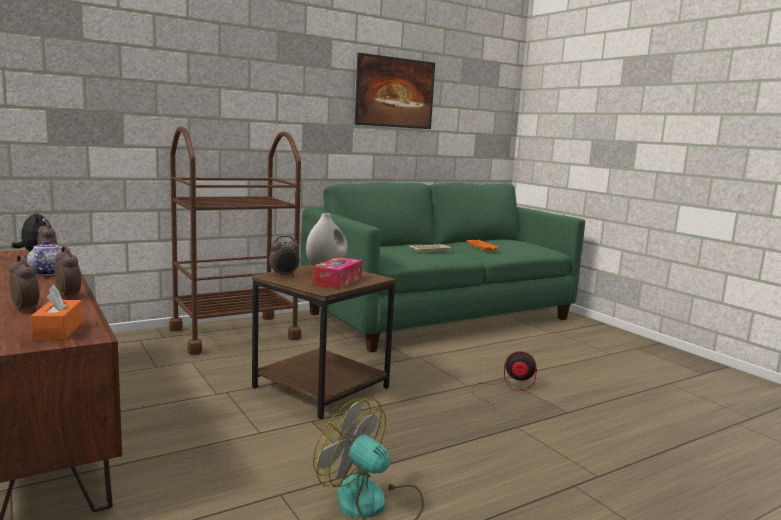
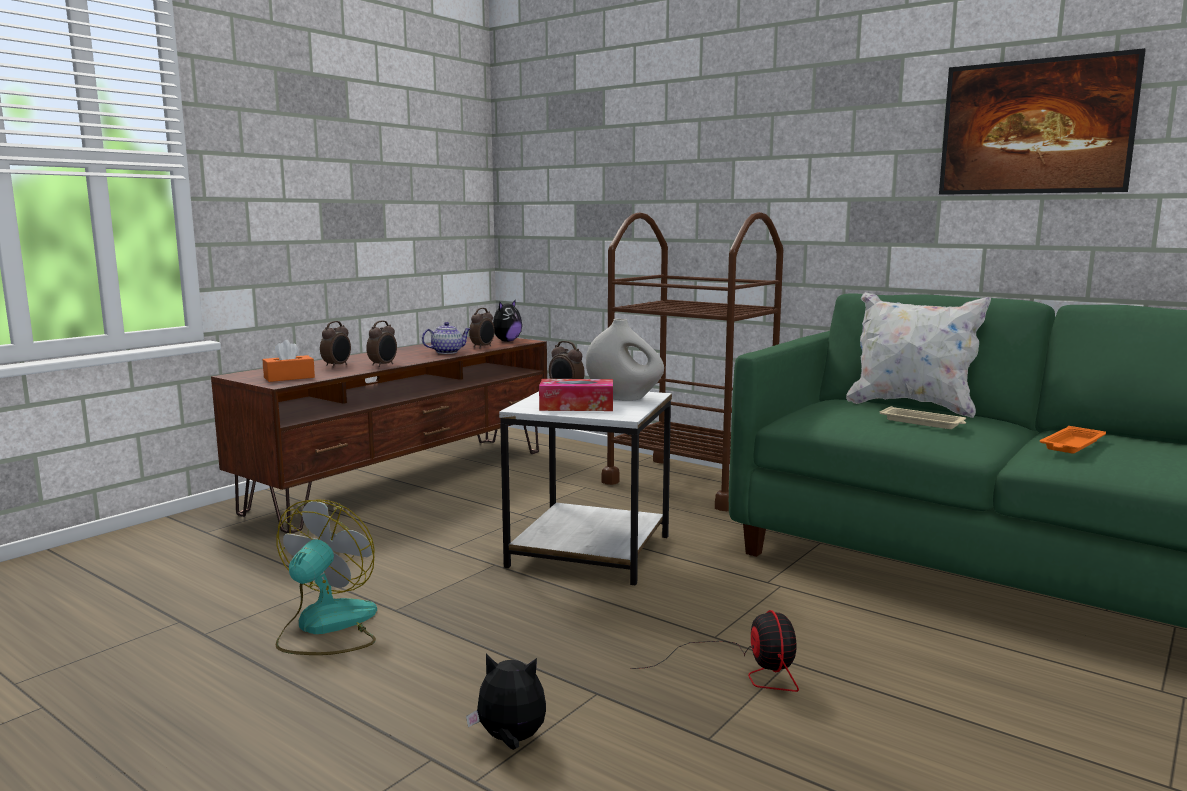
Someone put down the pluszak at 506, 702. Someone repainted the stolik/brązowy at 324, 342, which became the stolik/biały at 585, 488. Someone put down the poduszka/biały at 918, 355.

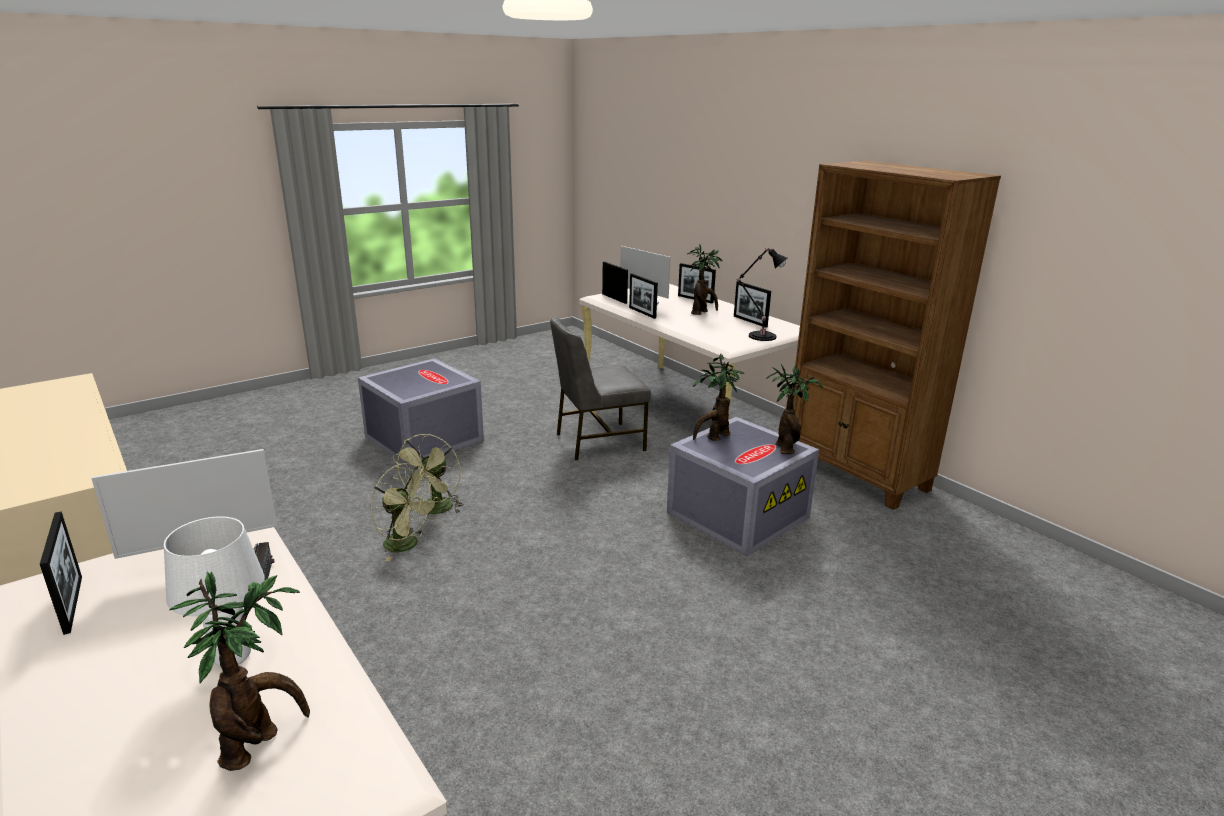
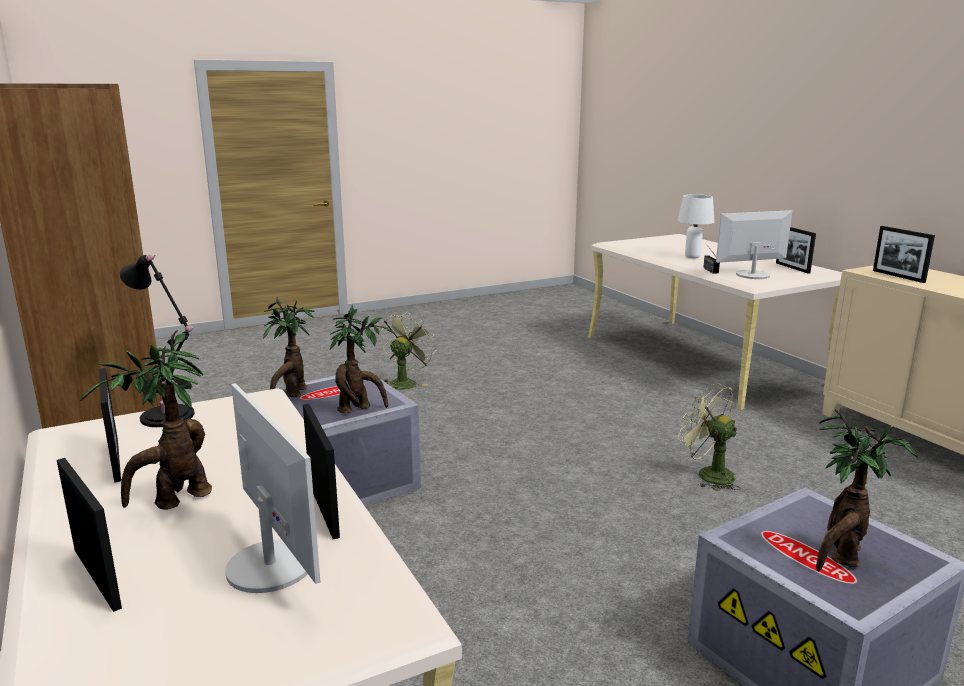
Someone carried the wentylator/zielony from 428, 474 to 408, 351. Someone carried the roślina doniczkowa from 239, 671 to 866, 490. Someone carried the ramka na zdjęcie from 615, 283 to 904, 254. Someone took away the krzesło/szary at 600, 389.

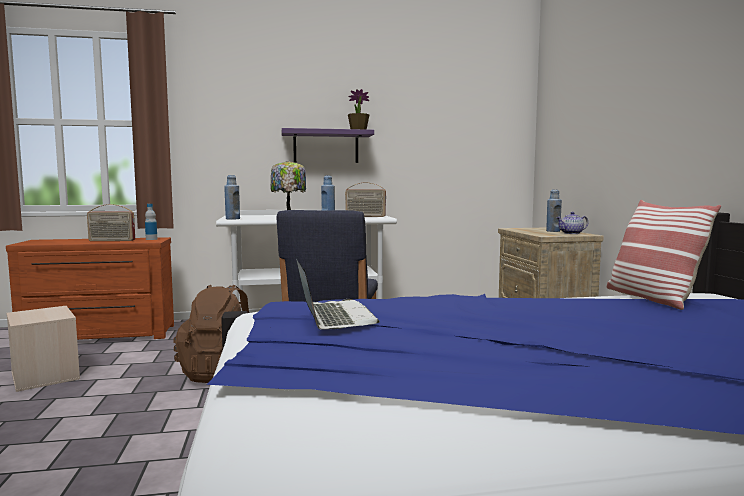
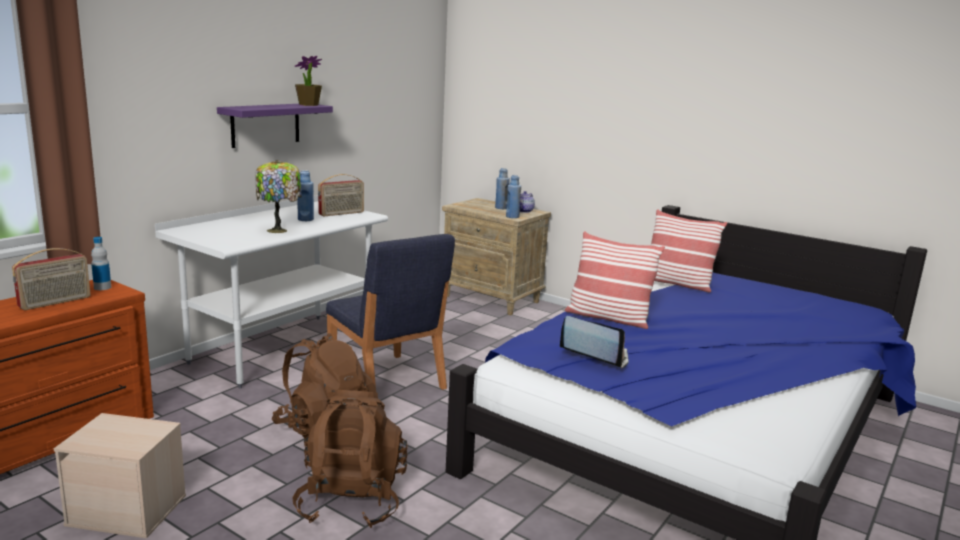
Someone put down the plecak/brązowy at 350, 459. Someone carried the butelka/niebieski from 232, 197 to 513, 196. Someone put down the poduszka at 615, 280.

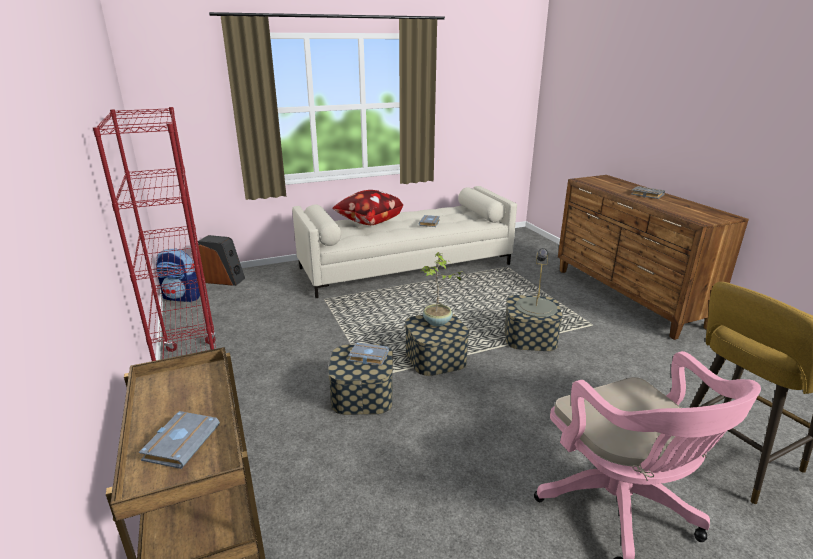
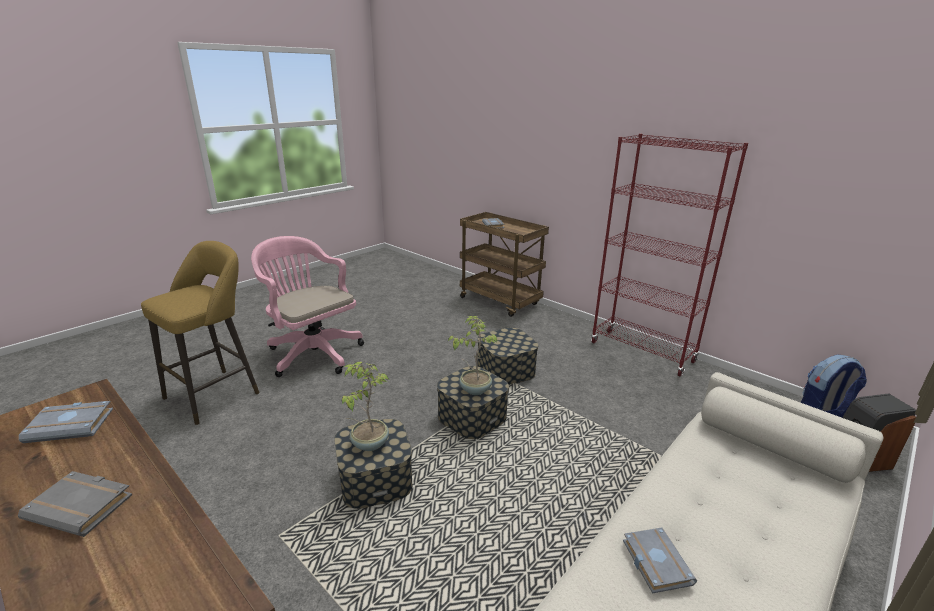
Someone carried the książka/szary from 368, 354 to 66, 422. Someone swapped the lampa stołowa/szary at 537, 282 for the roślina doniczkowa at 365, 406. Someone took away the poduszka at 367, 207.

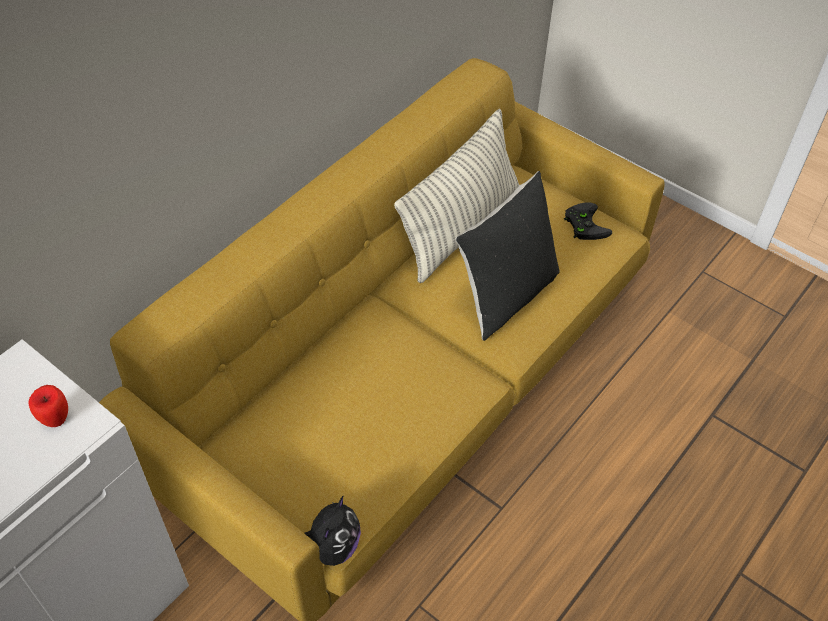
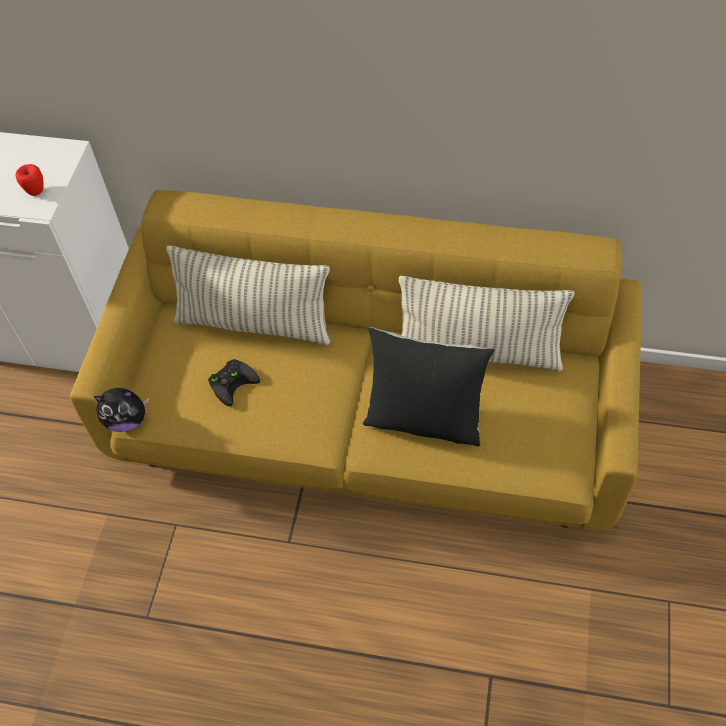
Someone put down the poduszka at 248, 295. Someone carried the pad do gier/czarny from 588, 221 to 234, 382.

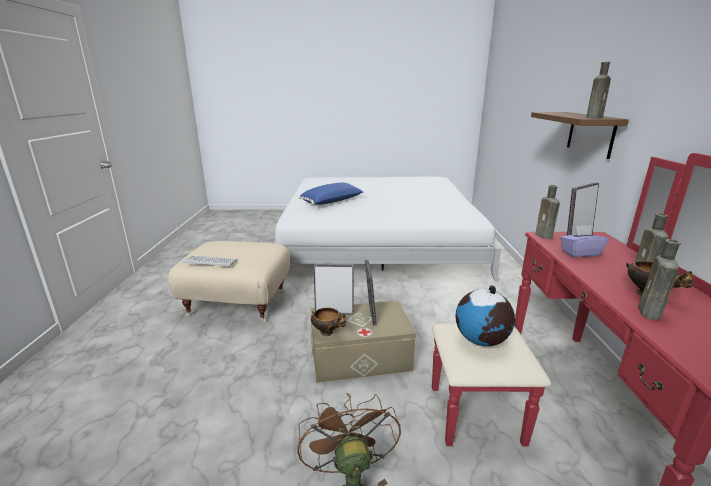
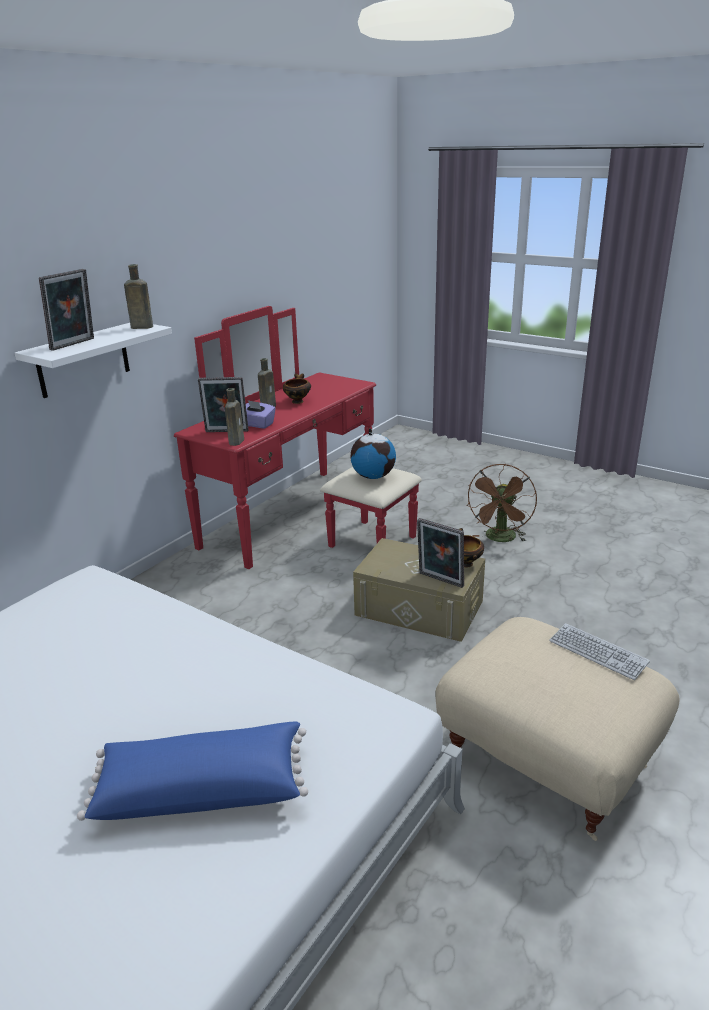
Someone repainted the półka/brązowy at 580, 135, which became the półka/biały at 93, 360. Someone carried the ramka na zdjęcie from 371, 292 to 66, 310. Someone took away the butelka/brązowy at 659, 279.

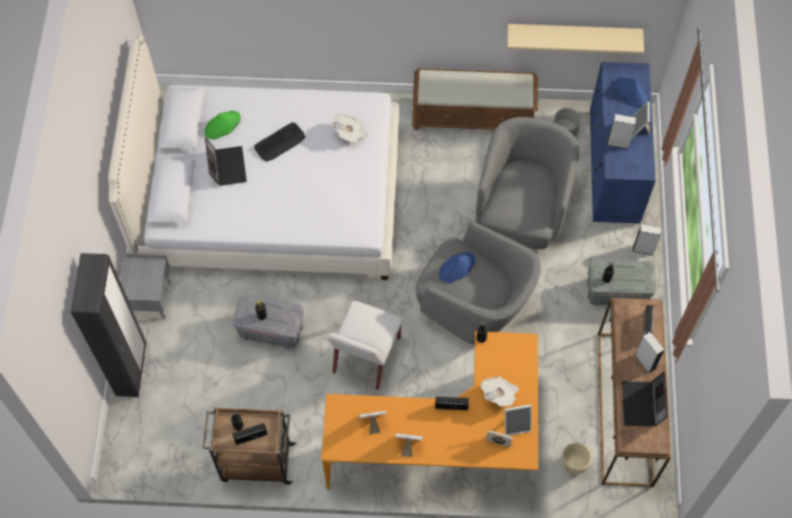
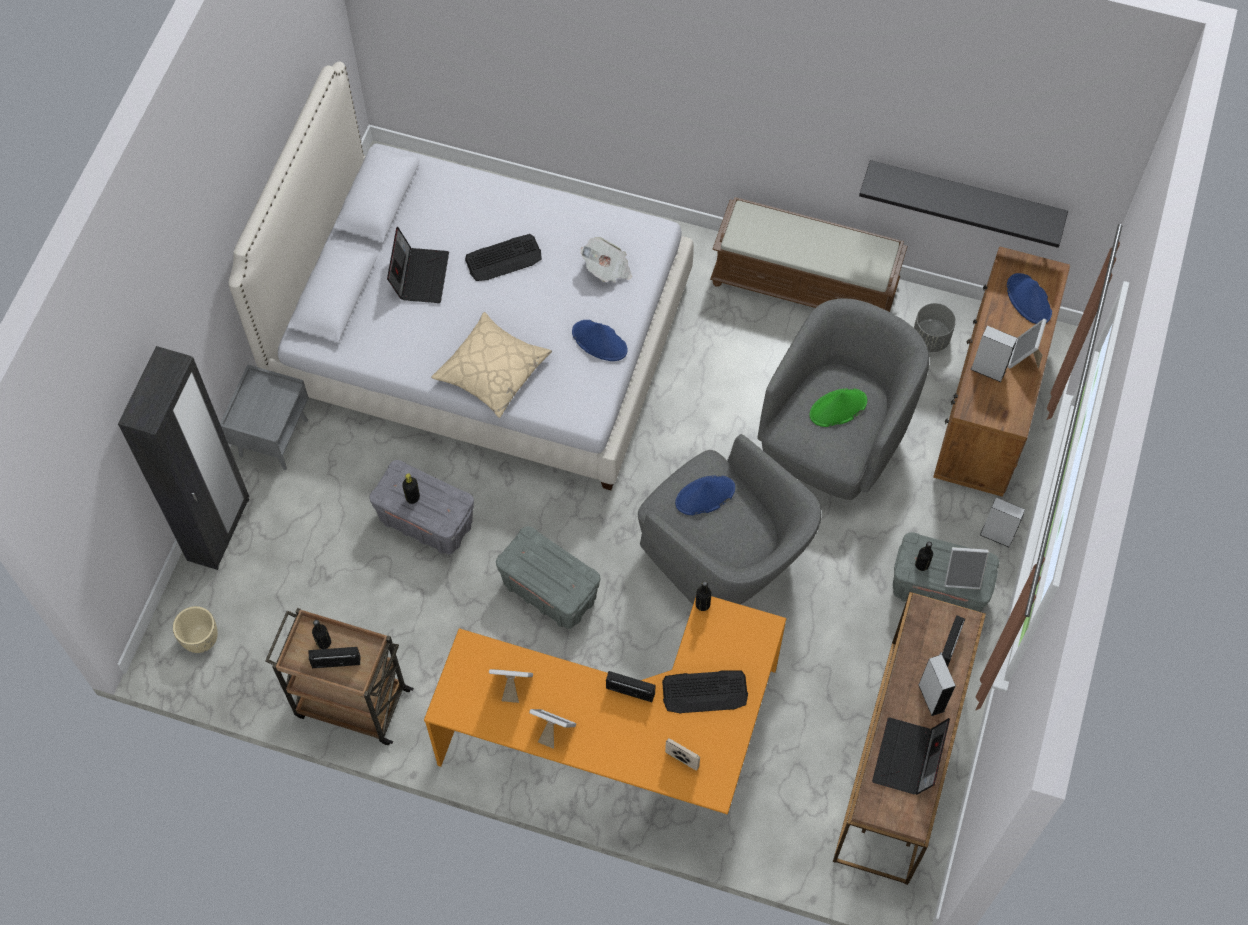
Someone carried the donica/beżowy from 577, 458 to 195, 629. Someone put down the poduszka/beżowy at 491, 365. Someone swapped the krzesło/biały at 365, 345 for the pojemnik do przechowywania/szary at 548, 577. Someone put down the kapelusz/niebieski at 600, 340. Someone swapped the gazeta at 500, 391 for the klawiatura at 705, 692. Someone carried the kapelusz/zielony from 222, 125 to 838, 407. Someone repainted the półka/beżowy at 575, 39, which became the półka/czarny at 963, 204. Someone repainted the komoda/niebieski at 623, 143, which became the komoda/brązowy at 1001, 371. Someone carried the ramka na zdjęcie from 518, 420 to 966, 568.

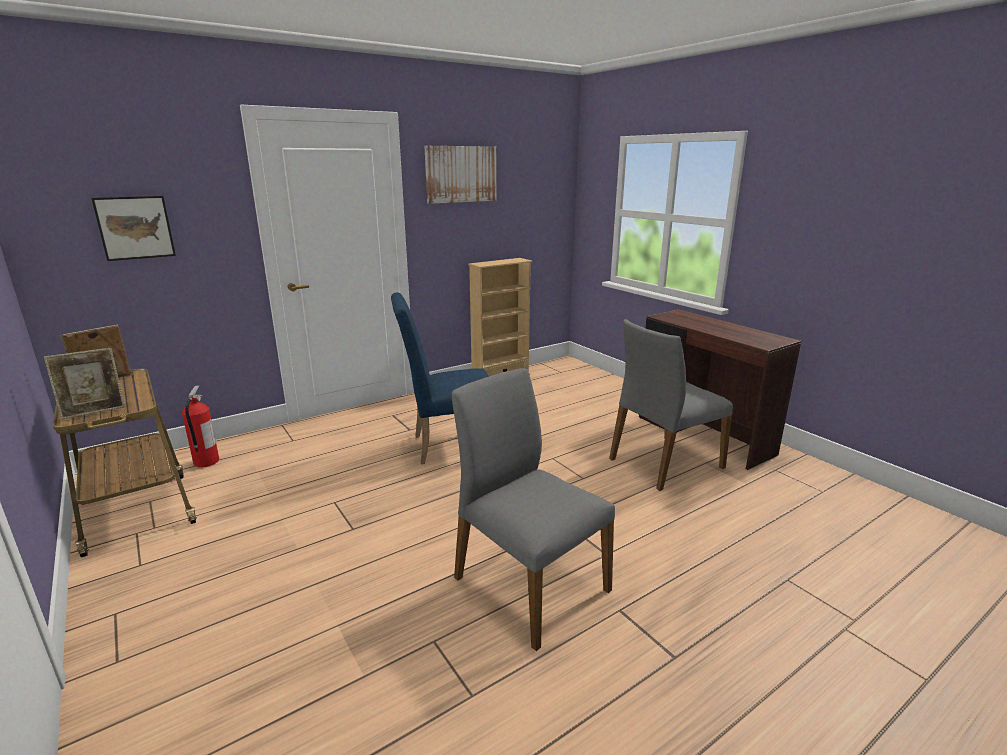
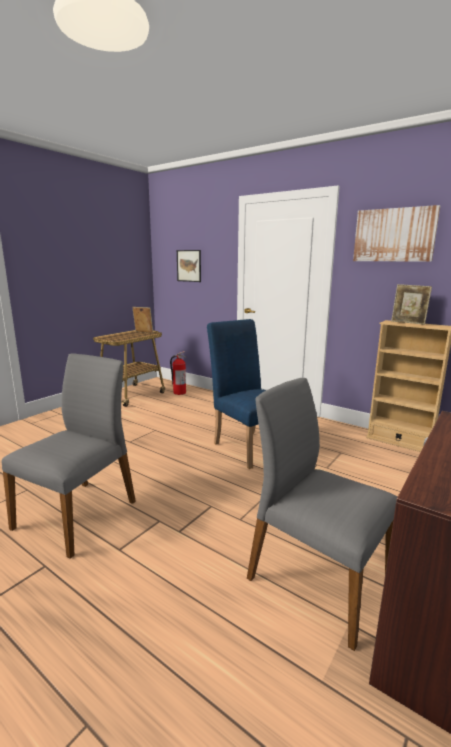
Someone carried the ramka na zdjęcie from 84, 384 to 411, 304.

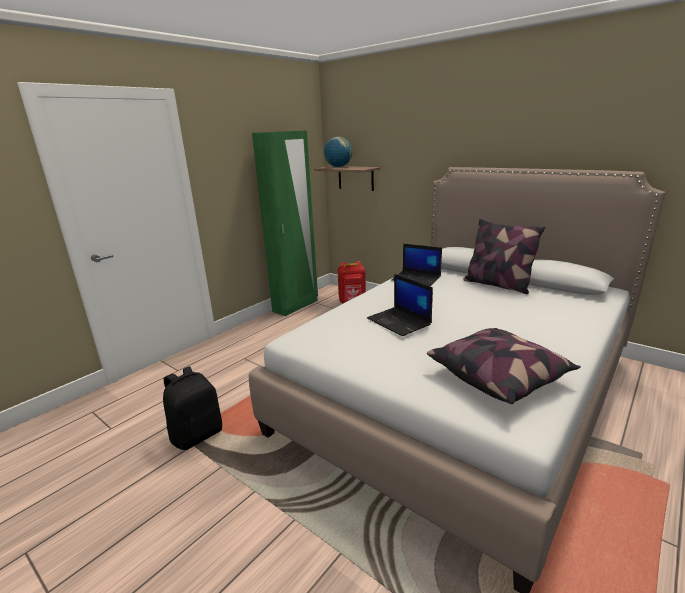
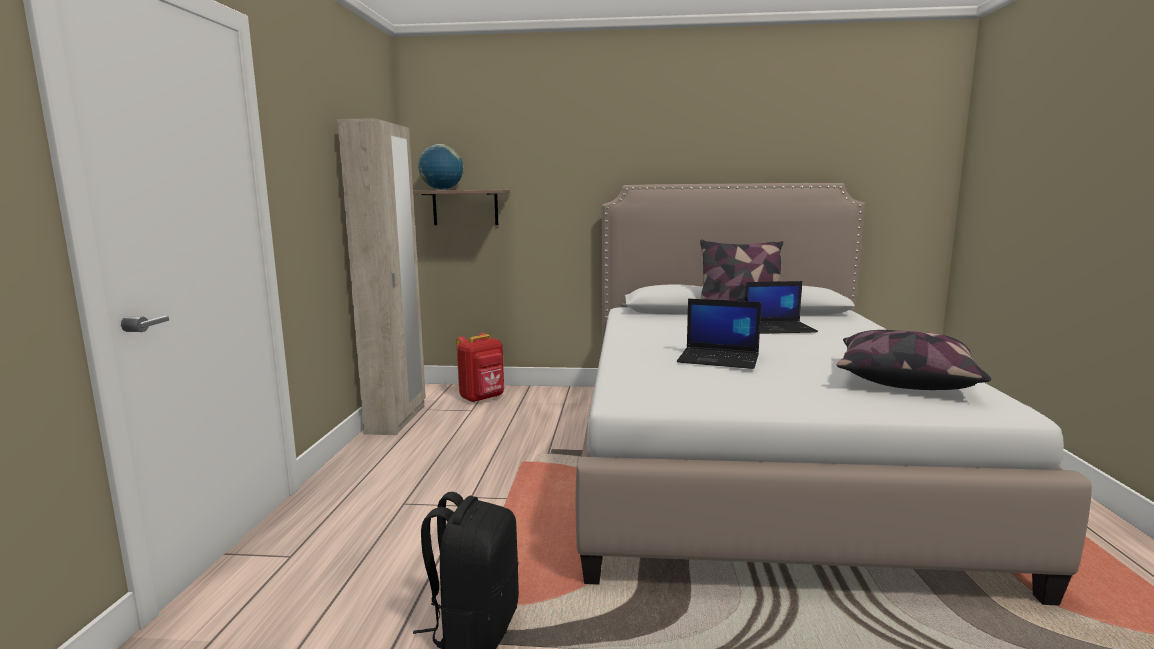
Someone repainted the szafa/zielony at 285, 223, which became the szafa/beżowy at 381, 276. Someone carried the laptop from 417, 265 to 781, 307.

